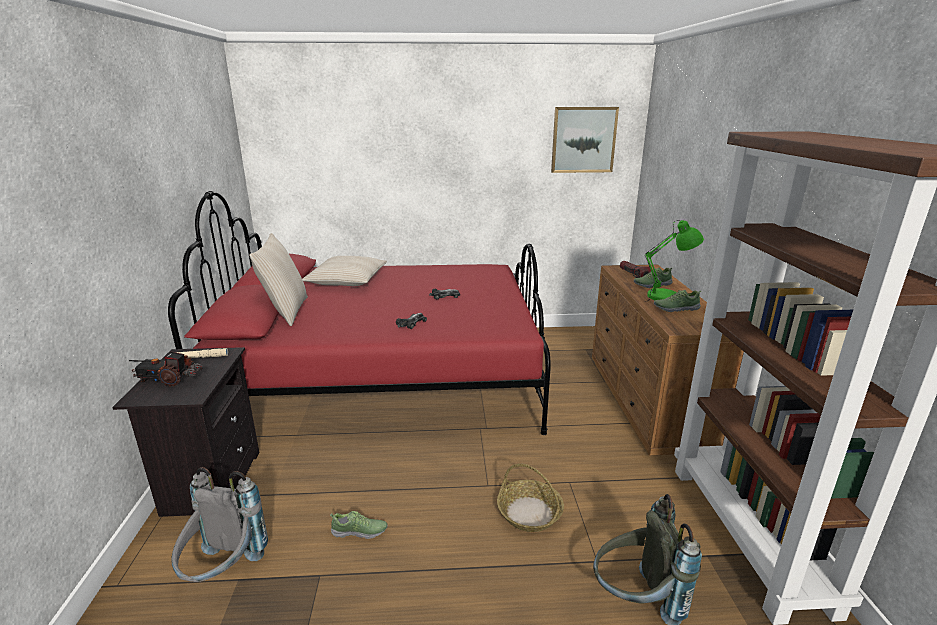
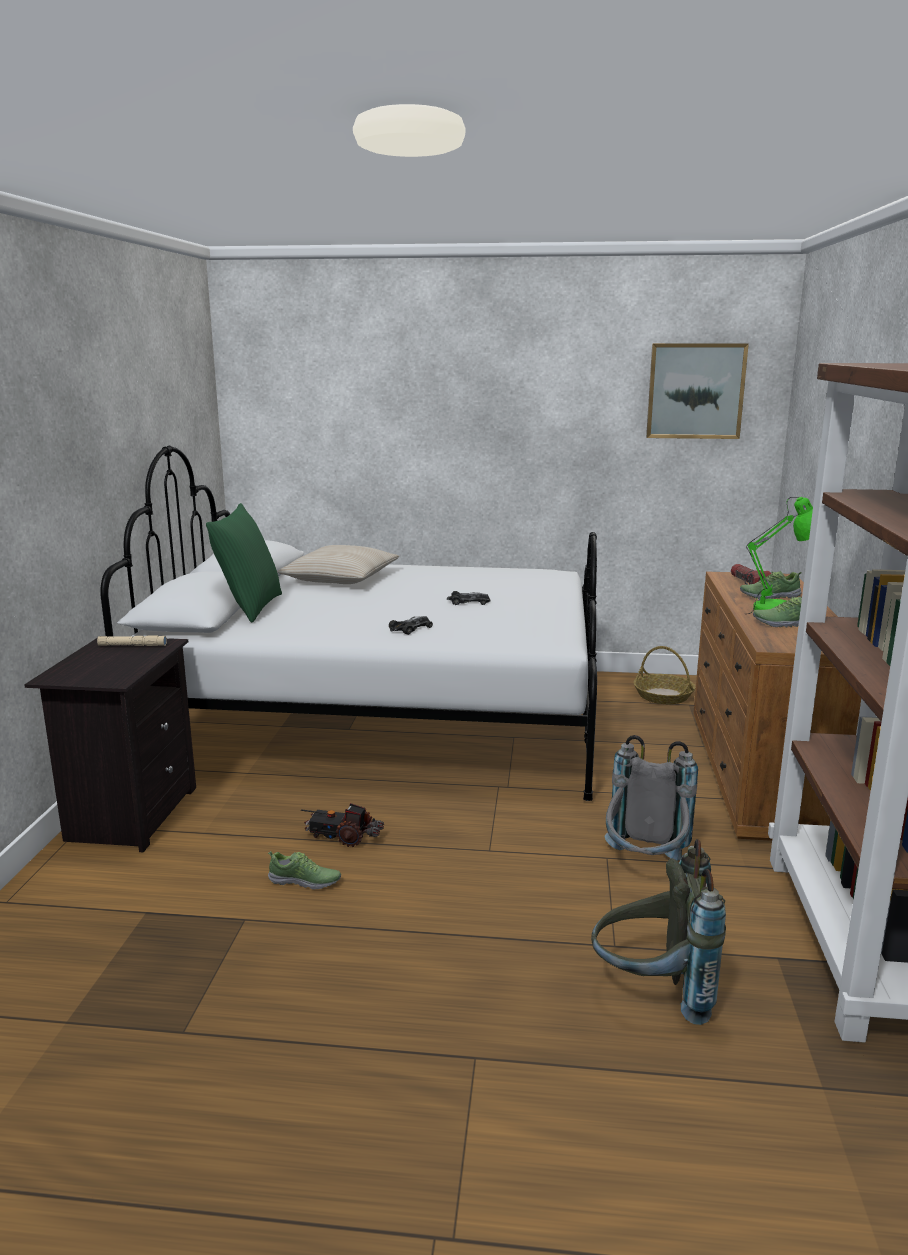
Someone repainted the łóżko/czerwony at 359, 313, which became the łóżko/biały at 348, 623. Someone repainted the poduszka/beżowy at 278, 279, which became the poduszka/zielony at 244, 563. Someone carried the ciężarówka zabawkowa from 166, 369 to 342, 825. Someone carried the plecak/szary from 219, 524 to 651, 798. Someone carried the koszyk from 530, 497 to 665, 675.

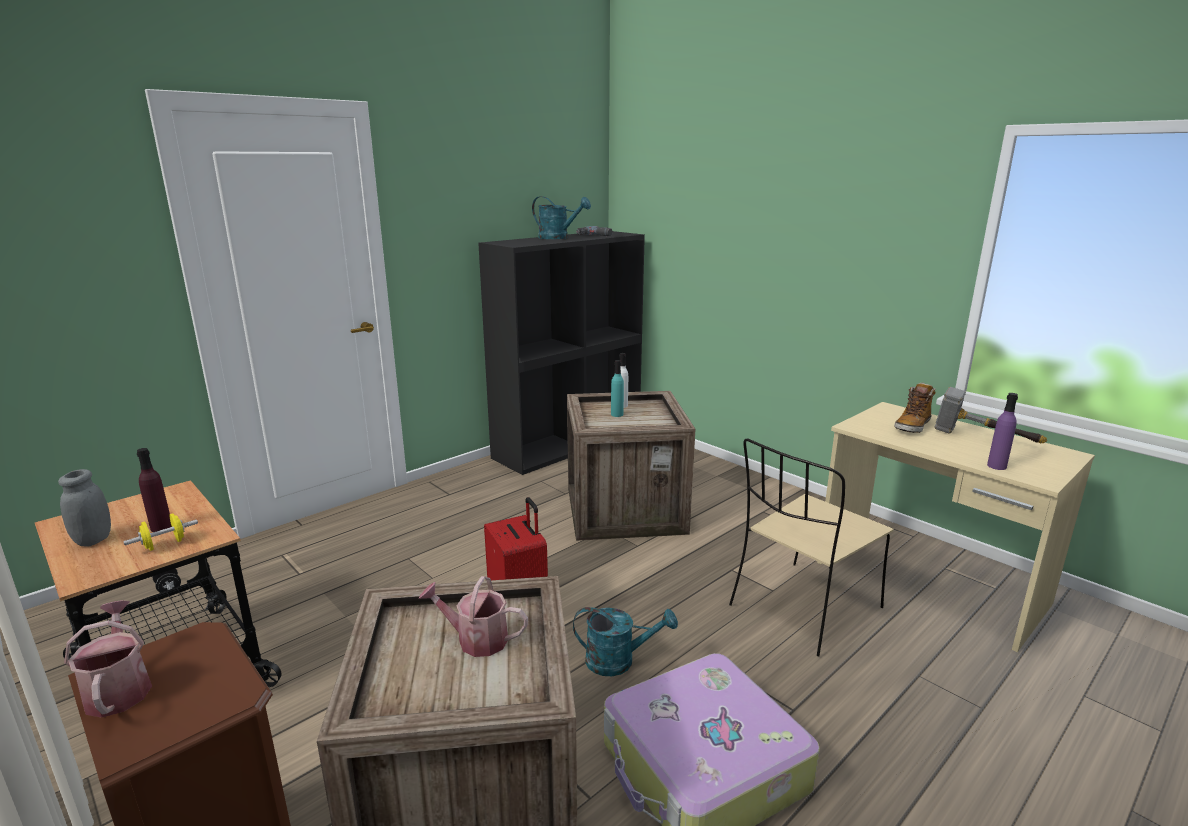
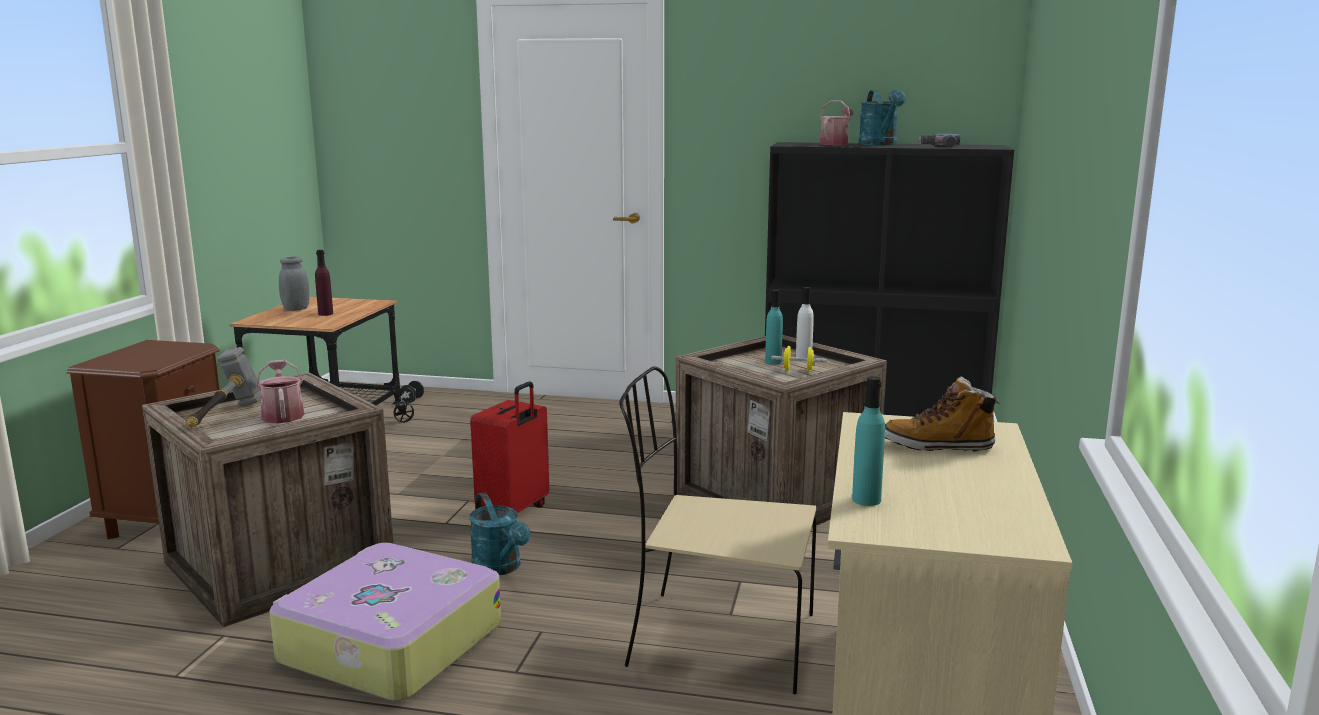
Someone carried the młotek from 990, 415 to 224, 387. Someone carried the hantel/żółty from 160, 532 to 799, 359. Someone carried the konewka from 108, 659 to 837, 122. Someone repainted the butelka/fioletowy at 1002, 431, which became the butelka/turkusowy at 868, 441.

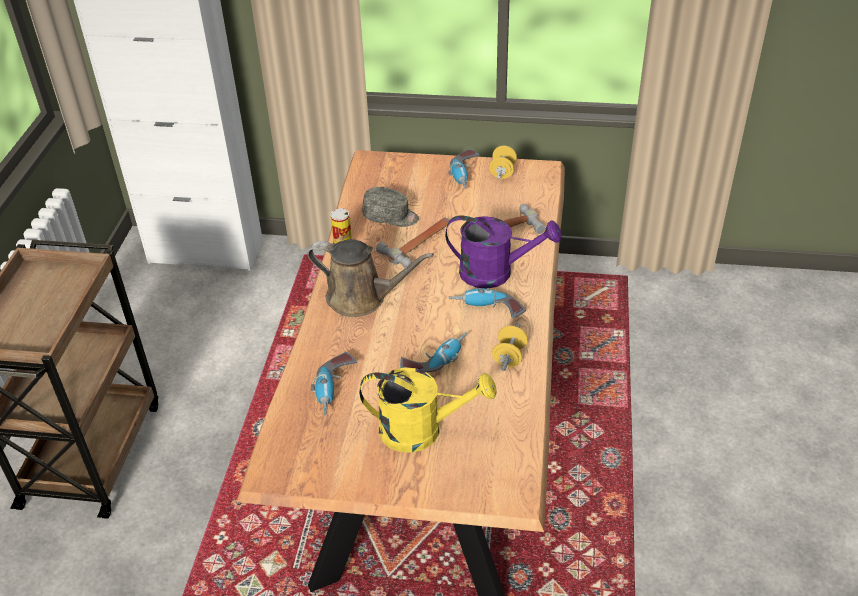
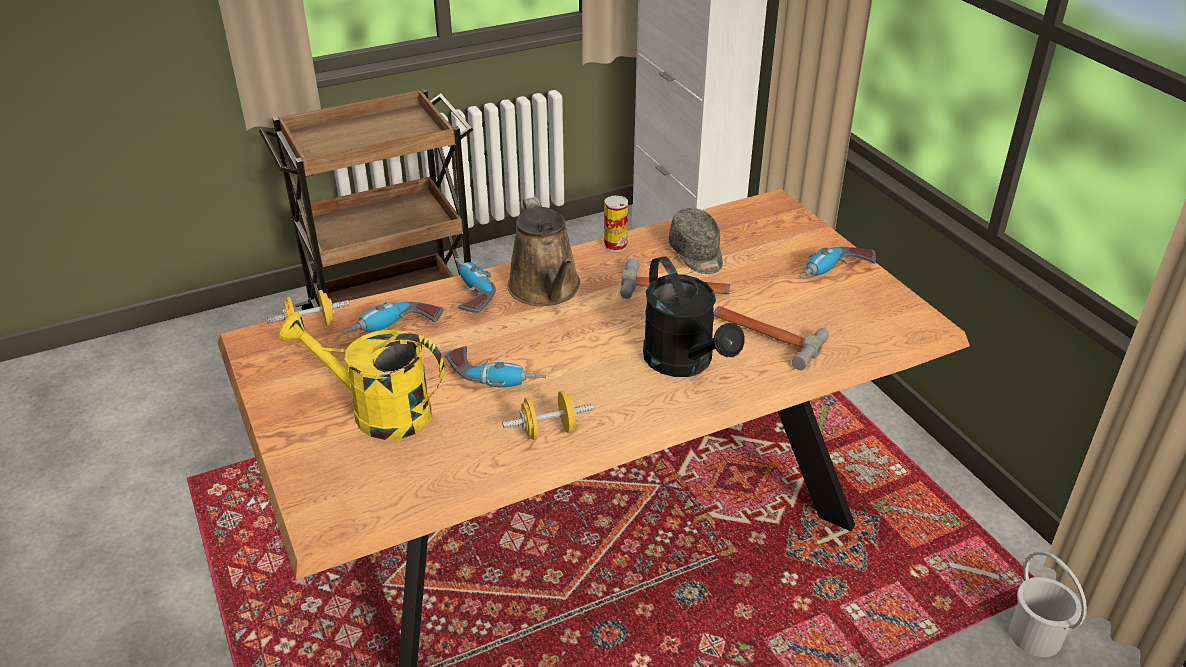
Someone carried the hantel/żółty from 503, 162 to 308, 308. Someone rotated the konewka/żółty at 428, 410 by 135 degrees clockwise. Someone carried the wiertarka from 487, 303 to 475, 285. Someone repainted the konewka/fioletowy at 503, 252, which became the konewka/czarny at 694, 316. Someone put down the wiadro/biały at 1048, 604.

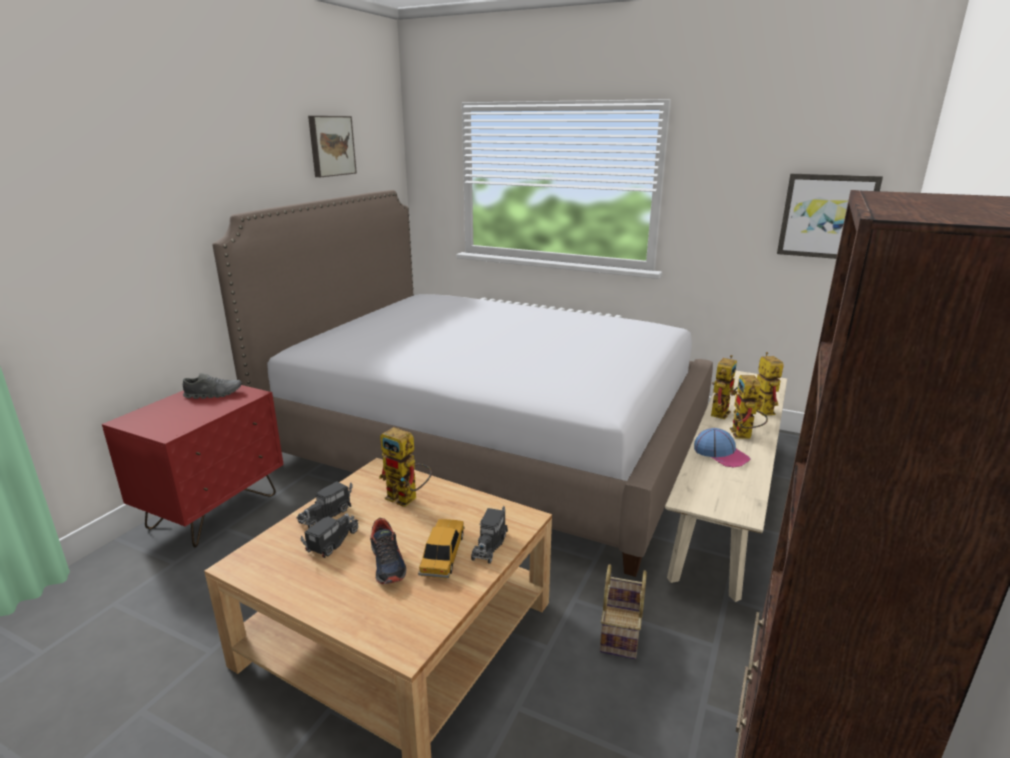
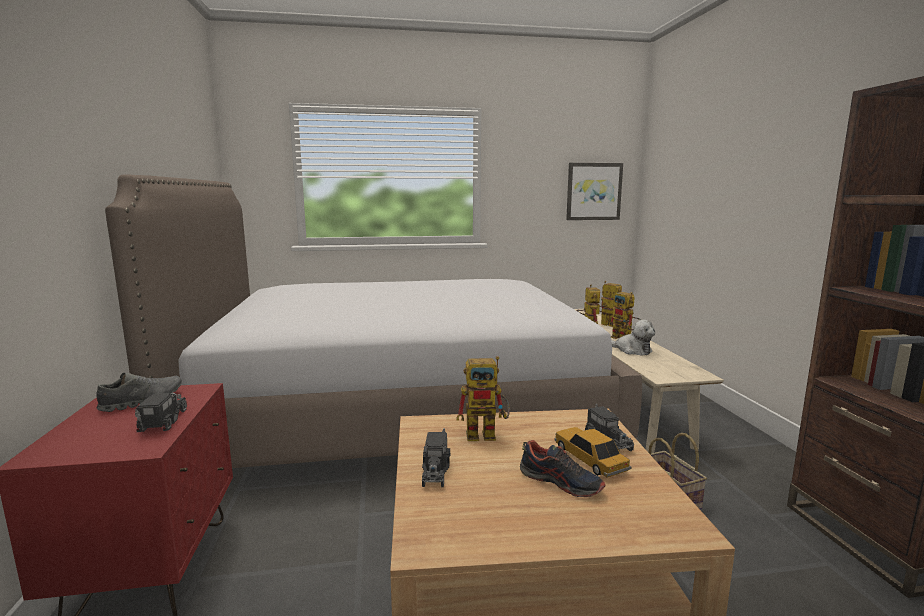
Someone carried the ciężarówka zabawkowa from 329, 535 to 161, 412. Someone swapped the czapka z daszkiem at 722, 447 for the pluszak at 633, 338. Someone took away the obraz at 332, 146.

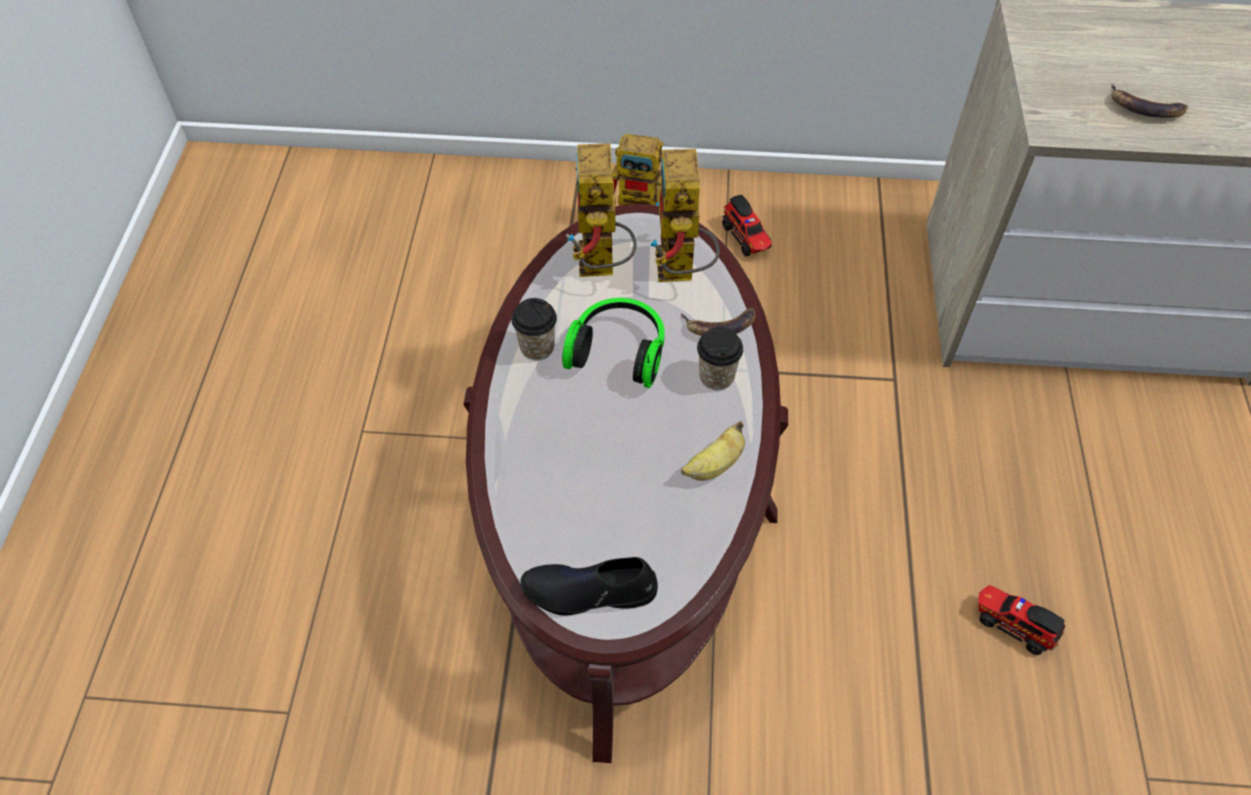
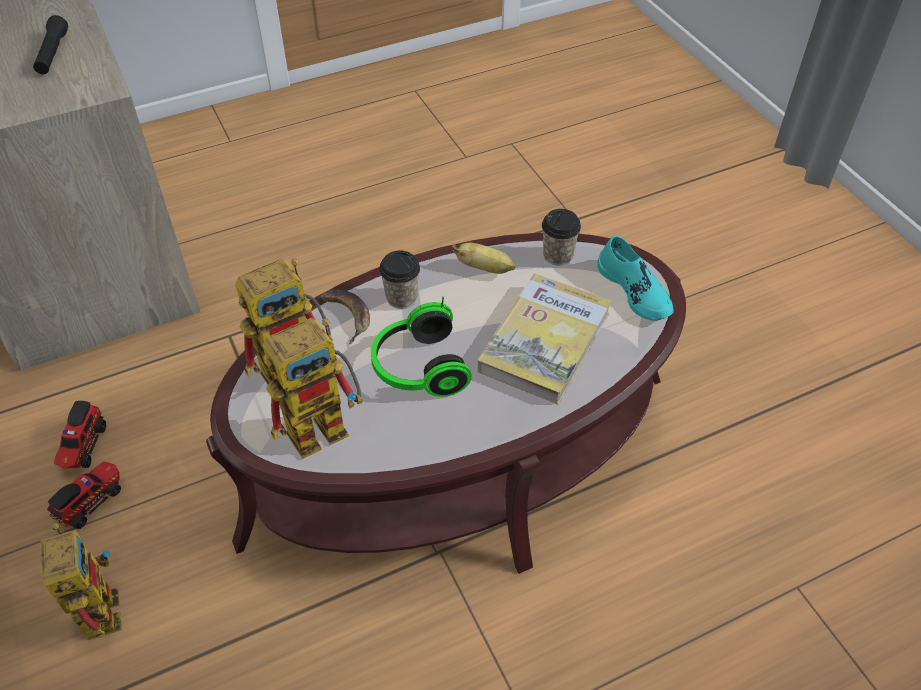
Someone swapped the banan at 1149, 101 for the latarka/czarny at 50, 44. Someone carried the ciężarówka zabawkowa from 1022, 620 to 80, 434. Someone put down the książka at 544, 339. Someone carried the filiżanka from 534, 329 to 561, 237. Someone repainted the but/czarny at 589, 586, which became the but/turkusowy at 635, 278.

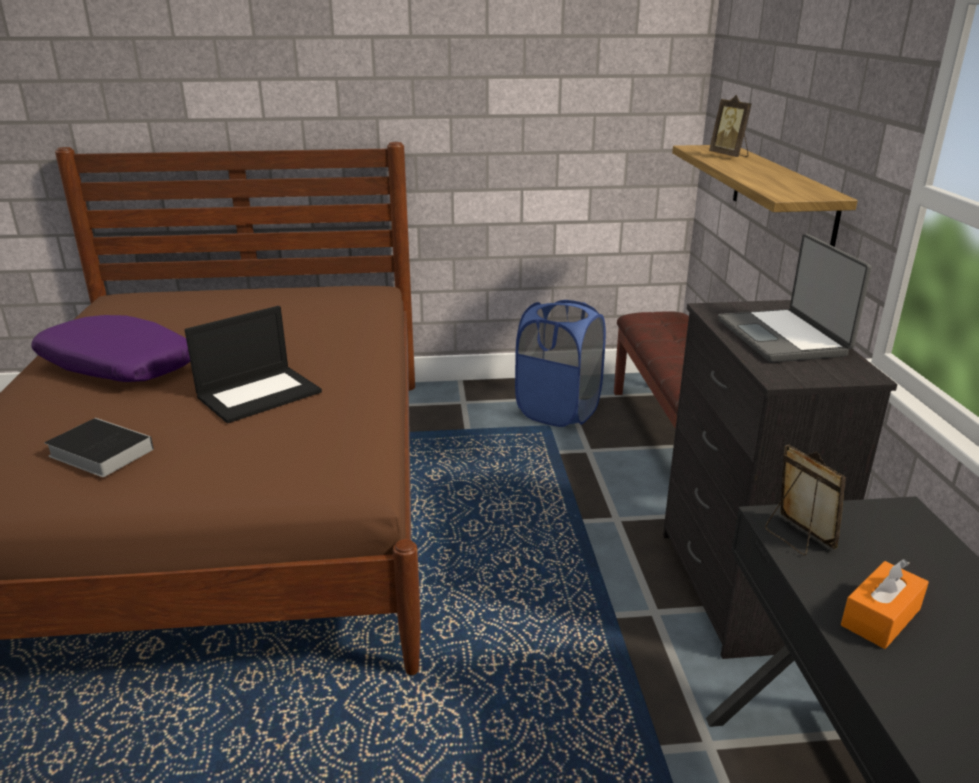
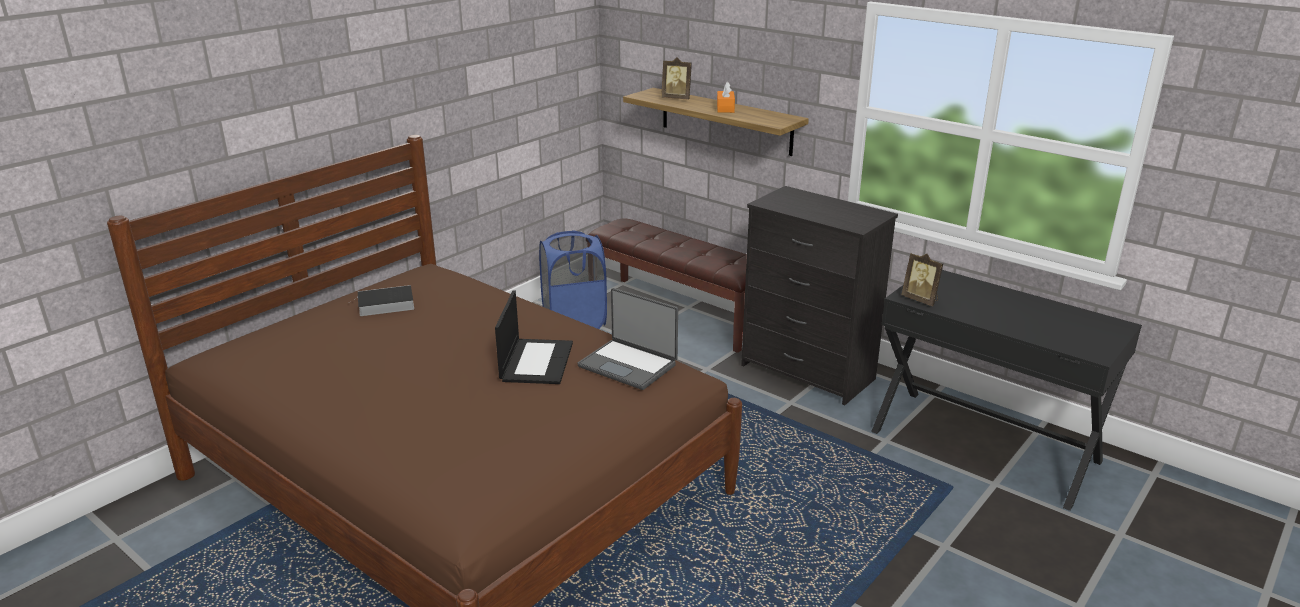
Someone carried the książka from 99, 447 to 381, 300. Someone carried the laptop from 795, 298 to 627, 339. Someone carried the pudełko chusteczek/pomarańczowy from 885, 604 to 726, 97. Someone rotated the ramka na zdjęcie at 805, 500 by 150 degrees counterclockwise. Someone took away the poduszka/fioletowy at 110, 348.

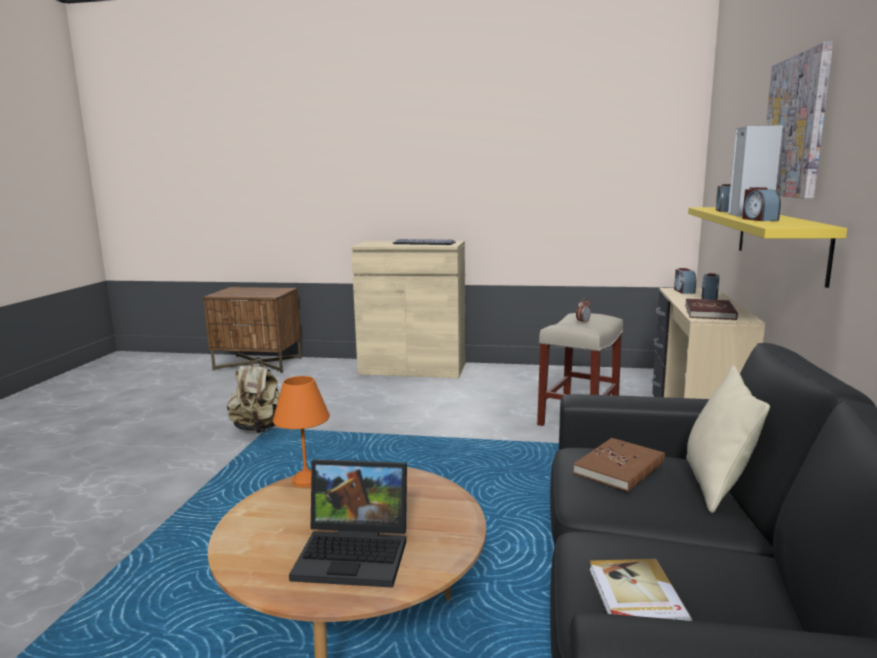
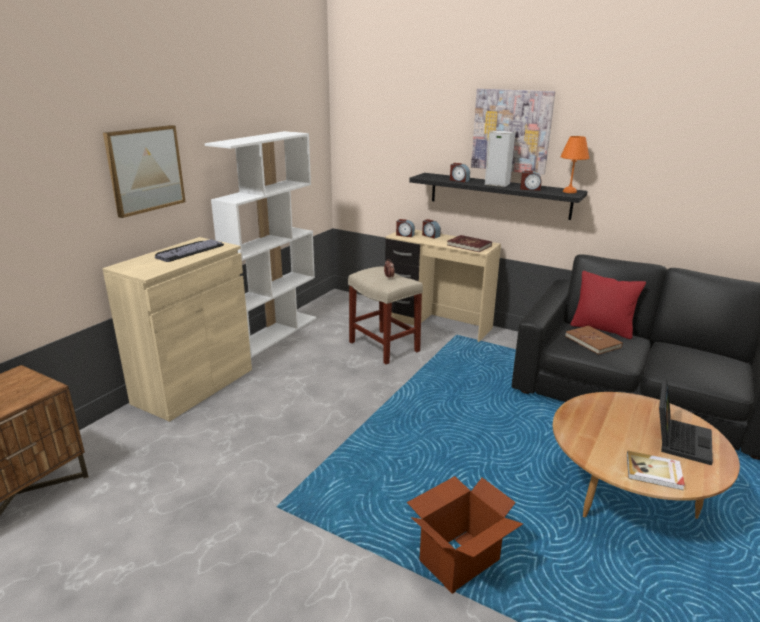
Someone put up the obraz at 144, 171. Someone put down the regał/biały at 260, 244. Someone put down the karton at 465, 535. Someone repainted the półka/żółty at 767, 247, which became the półka/czarny at 498, 196. Someone carried the lampa stołowa/pomarańczowy from 301, 432 to 574, 164. Someone repainted the poduszka/beżowy at 728, 439, which became the poduszka/czerwony at 608, 305. Someone carried the książka from 640, 590 to 656, 470. Someone took away the plecak/beżowy at 253, 395.

